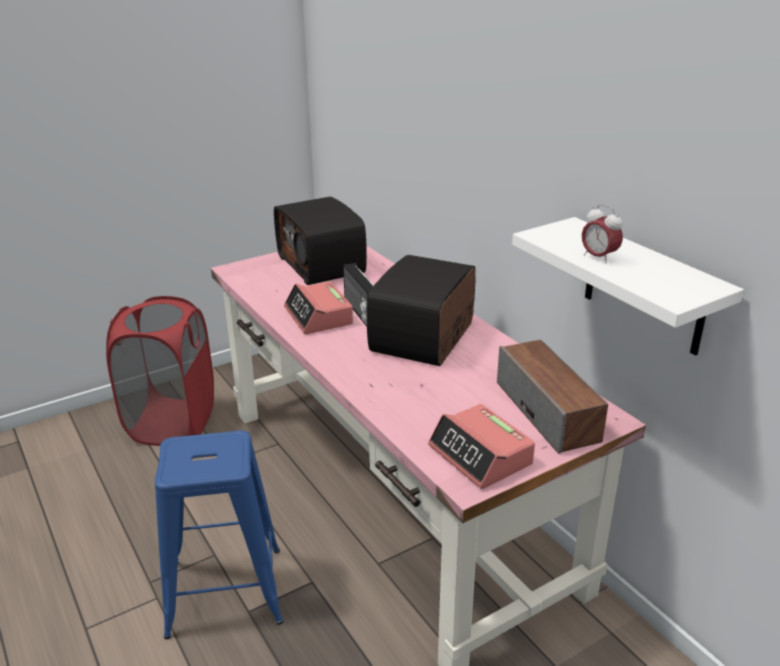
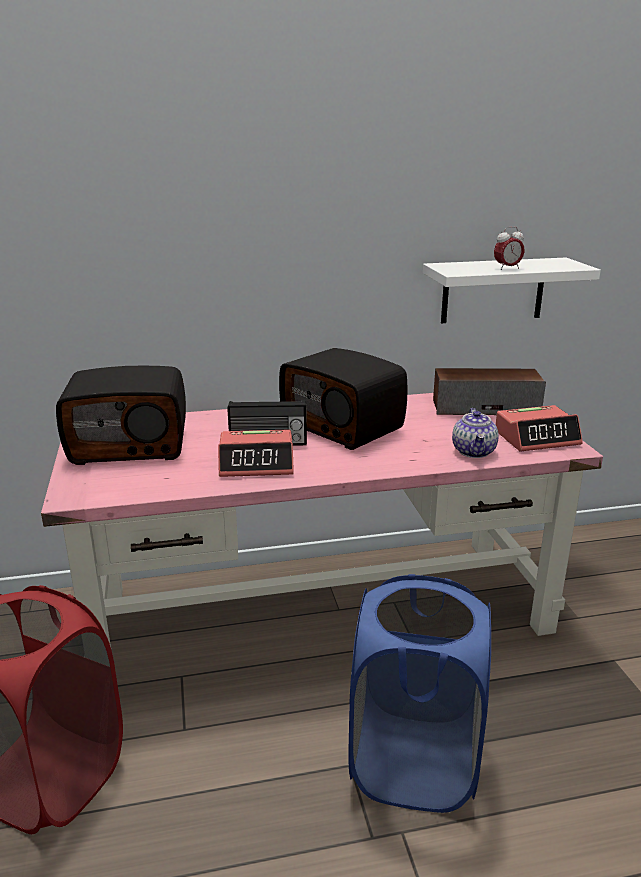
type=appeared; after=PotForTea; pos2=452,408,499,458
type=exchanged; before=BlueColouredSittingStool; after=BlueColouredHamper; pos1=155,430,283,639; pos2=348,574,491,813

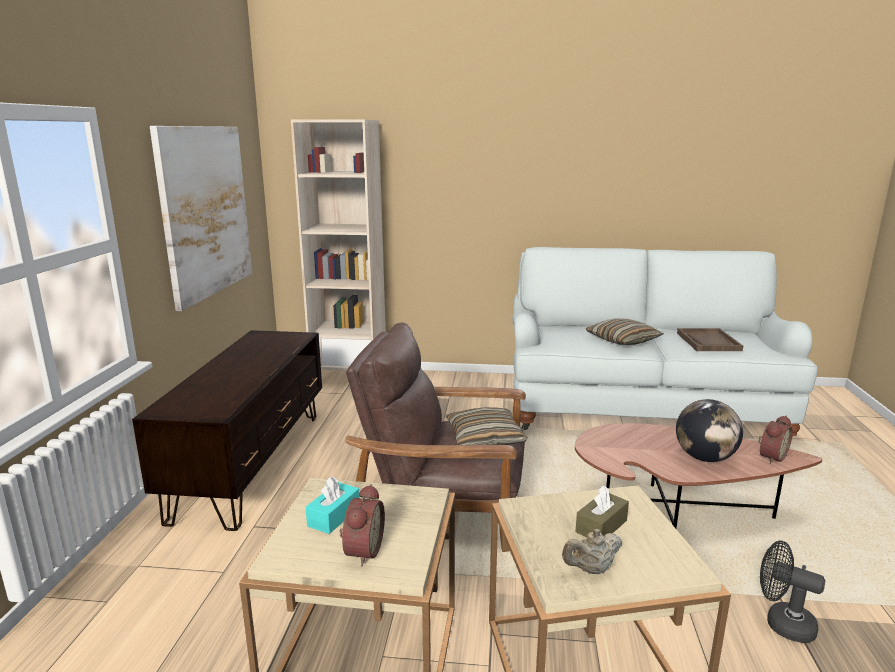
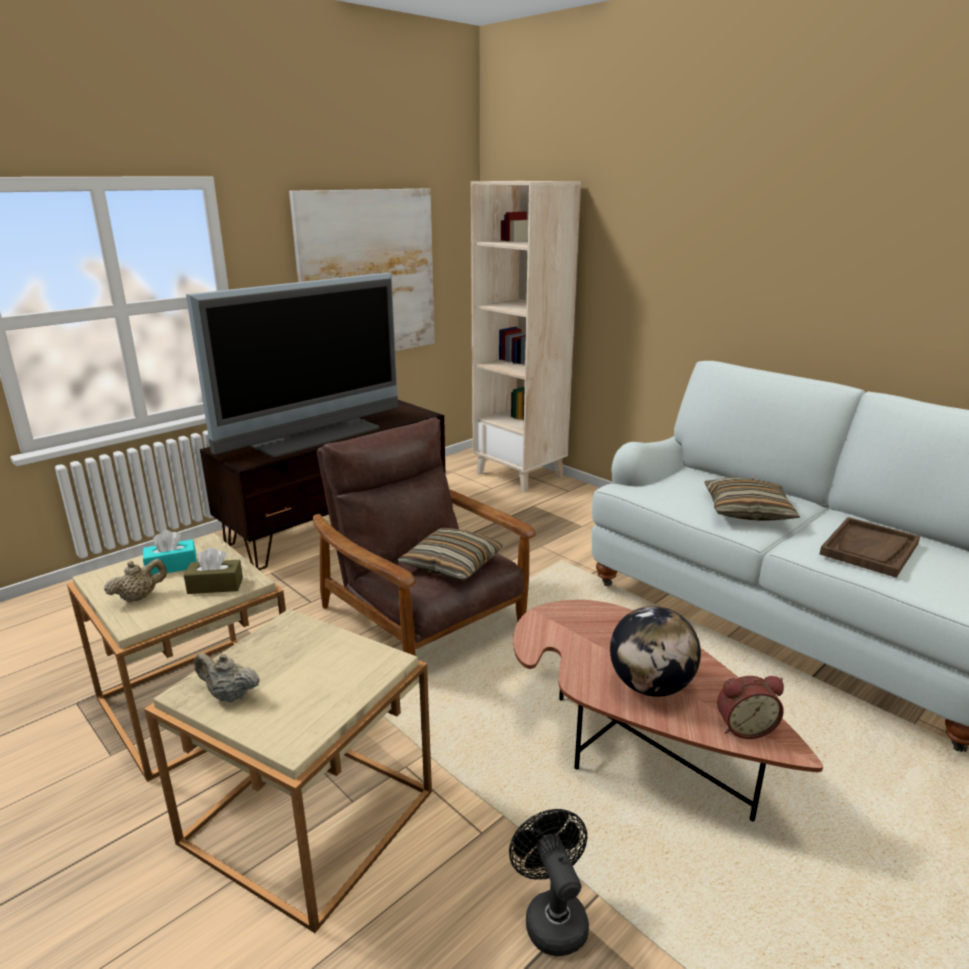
type=appeared; after=Tv; pos2=186,273,398,457
type=relocated; before=BrownishBoxOfTissues; pos1=575,485,629,538; pos2=184,548,243,594
type=exchanged; before=AlarmClock; after=SandColouredPotForTea; pos1=339,484,385,566; pos2=104,559,167,603

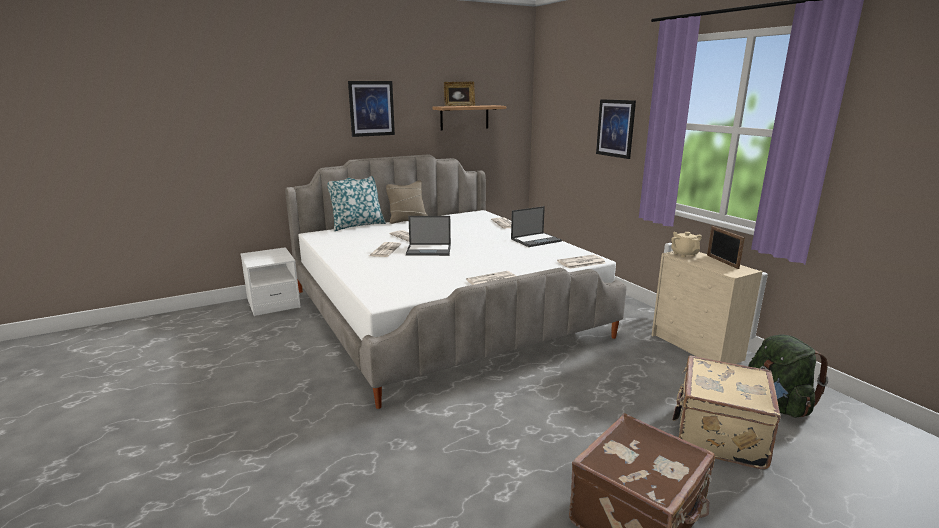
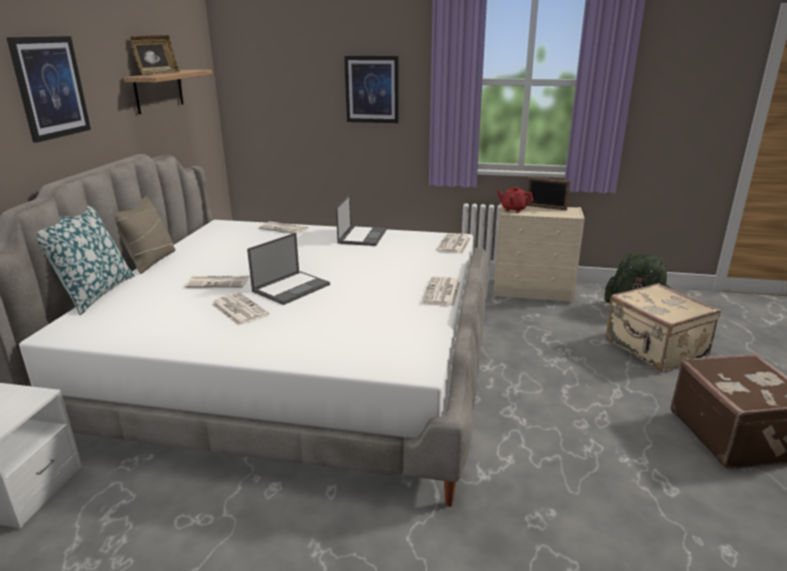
type=colour; before=SandColouredPotForTea; after=RedColouredPotForTea; pos1=671,232,702,257; pos2=497,187,533,213

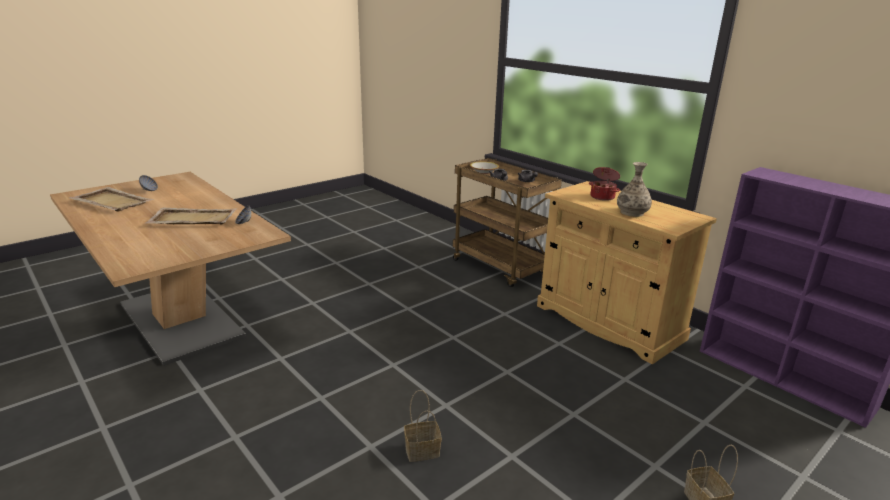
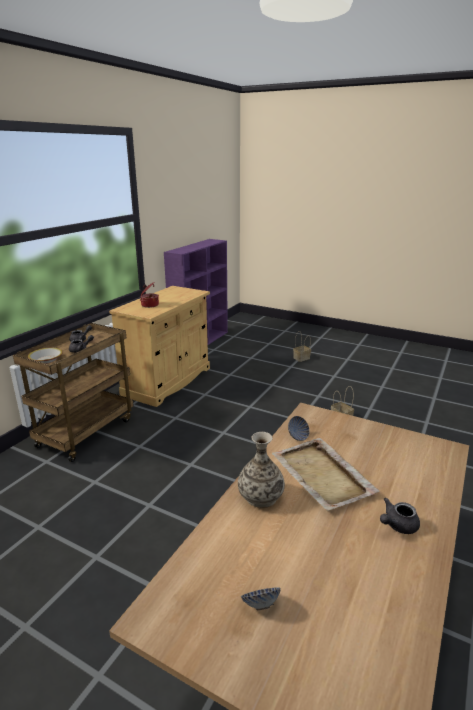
type=missing; before=SandColouredCarryingTray; pos1=69,187,154,211
type=appeared; after=GreyishPotForTea; pos2=380,498,420,534
type=relocated; before=FlowerVase; pos1=617,162,652,217; pos2=238,432,285,508

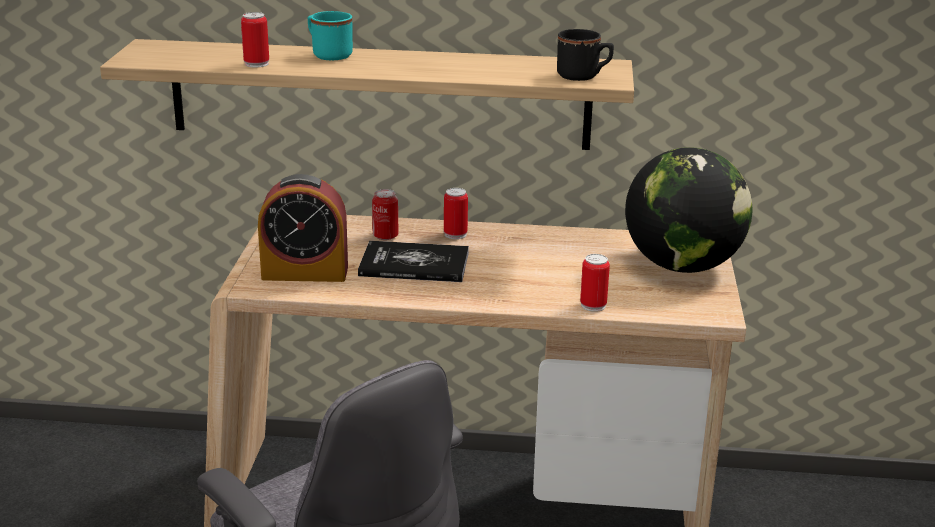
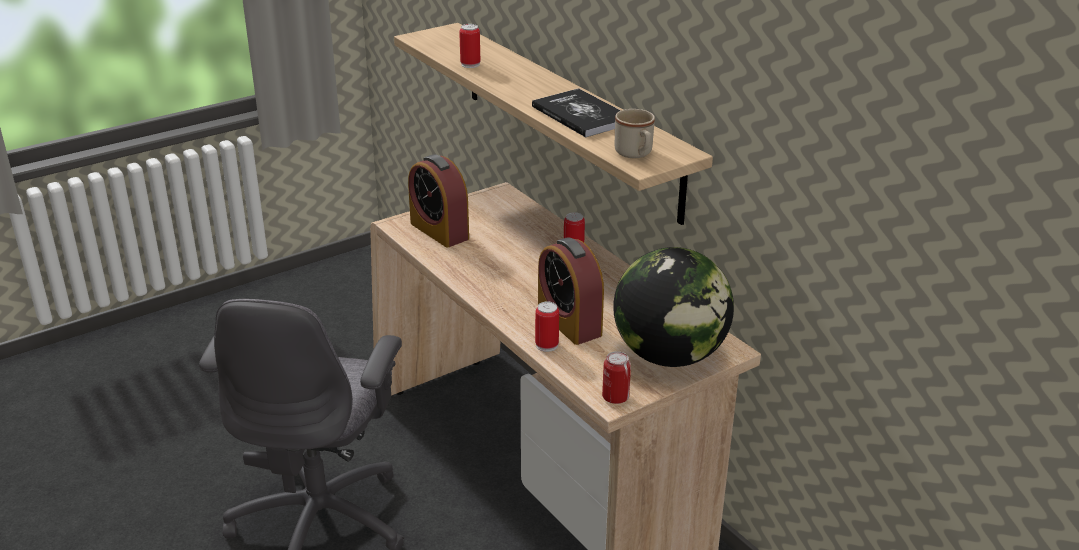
type=missing; before=TurquoiseCoffeeMug; pos1=308,11,353,60
type=appeared; after=AlarmClock; pos2=538,237,604,345
type=relocated; before=Volume; pos1=358,241,469,282; pos2=532,88,621,137
type=relocated; before=Can; pos1=372,189,399,240; pos2=602,351,631,404
type=colour; before=BlackishCoffeeMug; after=SandColouredCoffeeMug; pos1=557,29,614,81; pos2=615,109,655,158

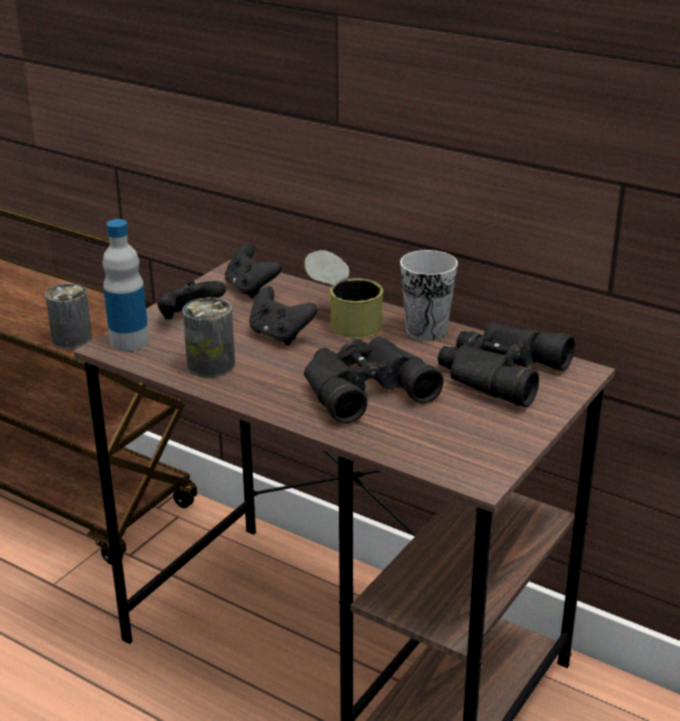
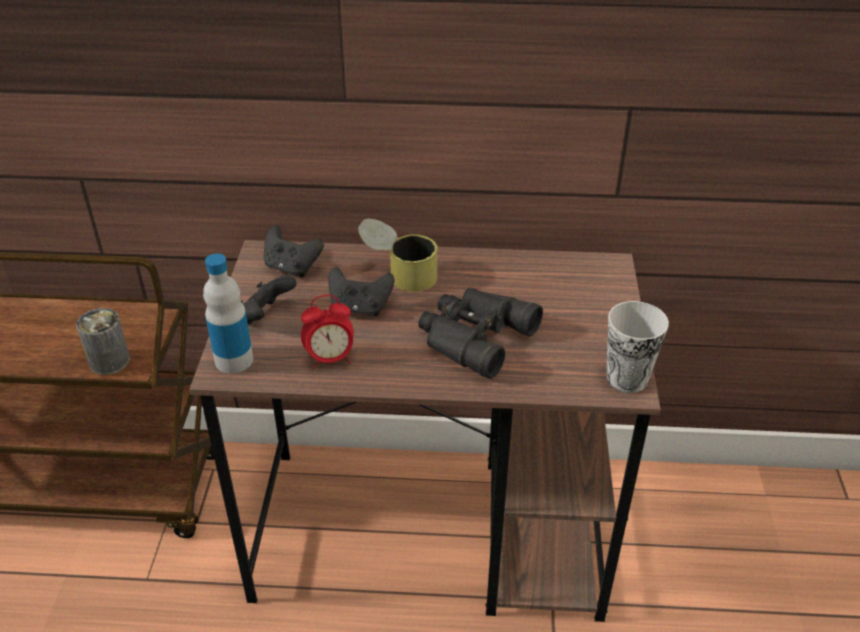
type=missing; before=BlackishFieldGlasses; pos1=438,321,575,407
type=relocated; before=Cup; pos1=400,250,458,341; pos2=606,301,669,393
type=exchanged; before=Can; after=AlarmClock; pos1=183,297,235,378; pos2=301,295,354,370

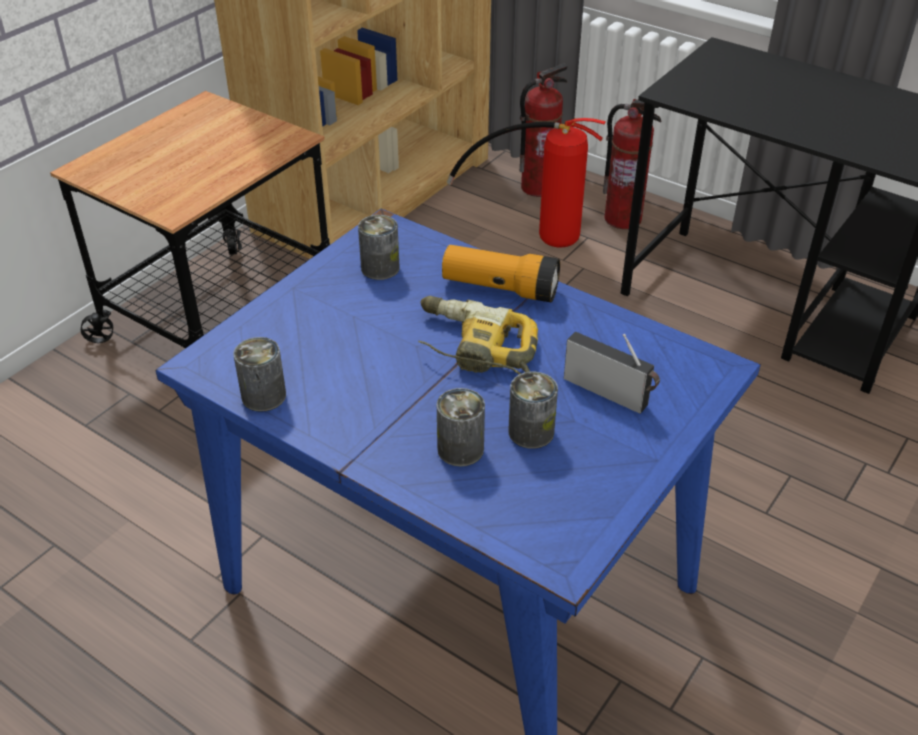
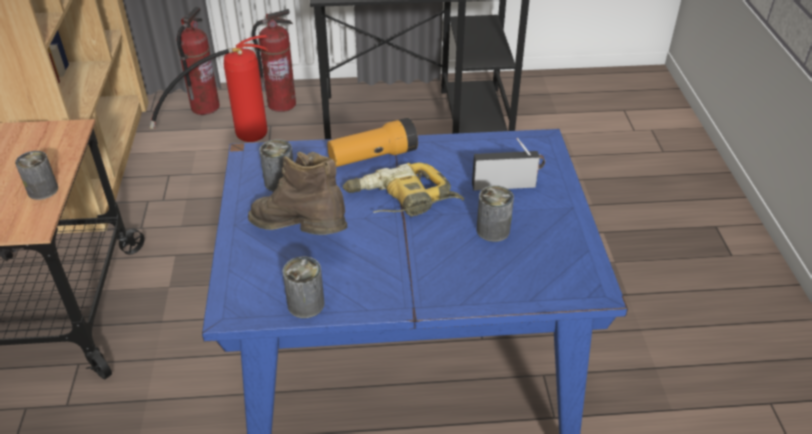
type=appeared; after=BrownishTallBoot; pos2=248,152,347,235
type=relocated; before=Can; pos1=437,388,485,466; pos2=15,151,58,200

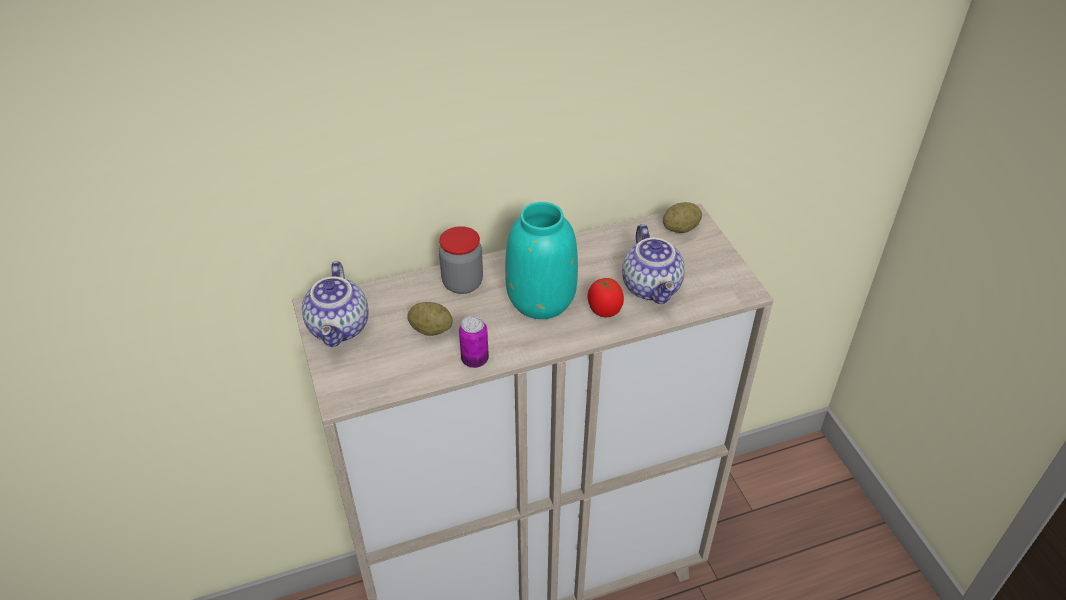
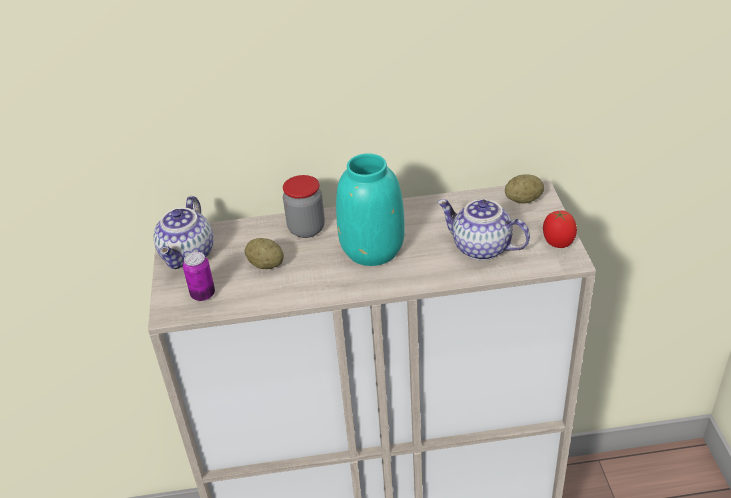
type=relocated; before=Can; pos1=459,316,489,368; pos2=183,252,215,301
type=relocated; before=WholeTomato; pos1=588,278,624,317; pos2=543,211,577,248
type=spun; before=PotForTea; pos1=622,224,685,304; pos2=437,199,530,260; turn=120

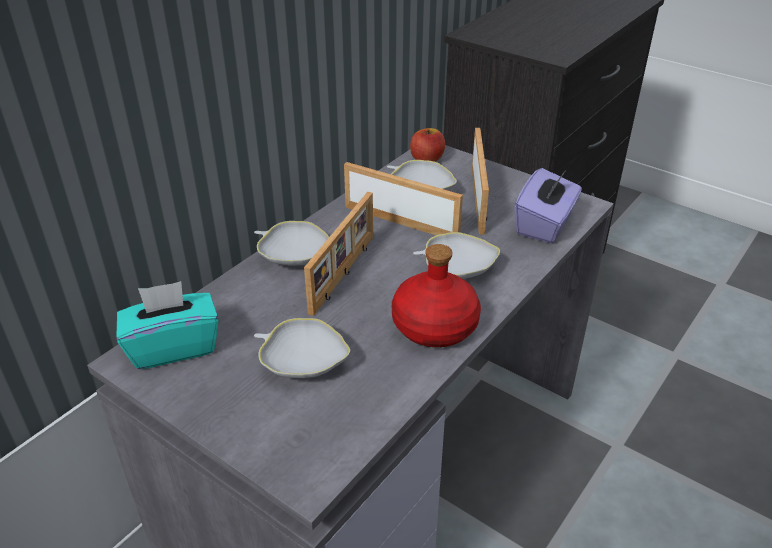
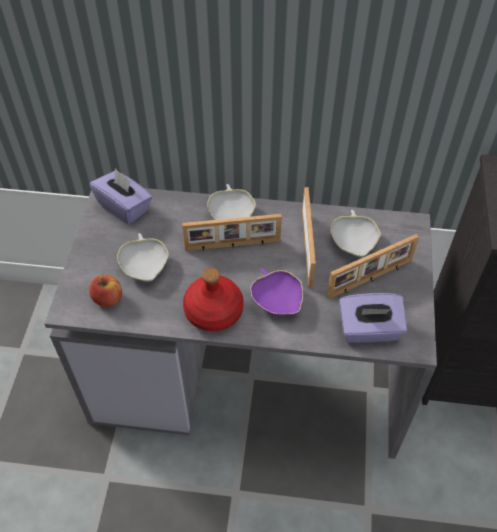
type=relocated; before=AppleFruit; pos1=410,128,445,162; pos2=89,275,122,307
type=colour; before=TurquoiseBoxOfTissues; after=PurpleColouredBoxOfTissues; pos1=116,281,219,369; pos2=89,168,152,225
type=colour; before=WhiteServingBowl; after=PurpleColouredServingBowl; pos1=413,232,500,279; pos2=250,268,303,315

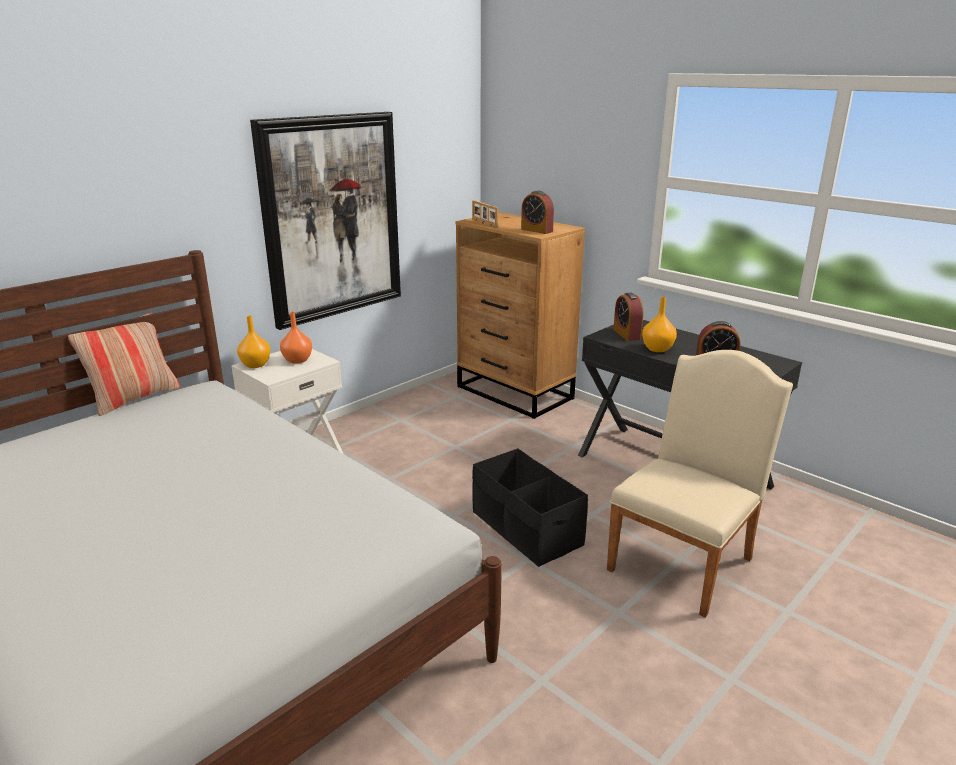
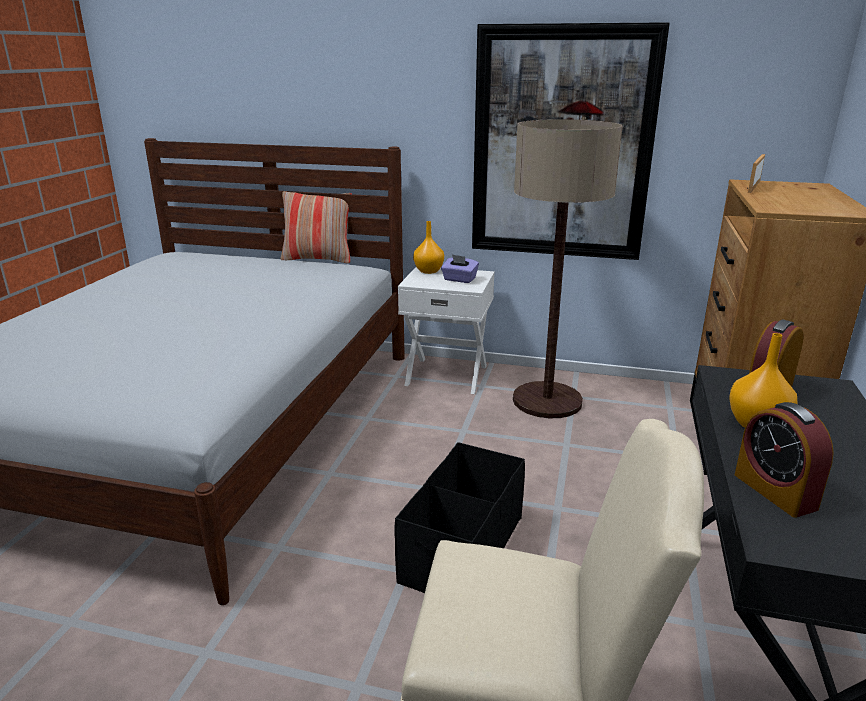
type=missing; before=AlarmClock; pos1=521,191,554,234
type=appeared; after=FloorLamp; pos2=513,119,623,418
type=exchanged; before=OrangeyFlowerVase; after=PurpleColouredBoxOfTissues; pos1=280,312,312,364; pos2=441,254,479,283

